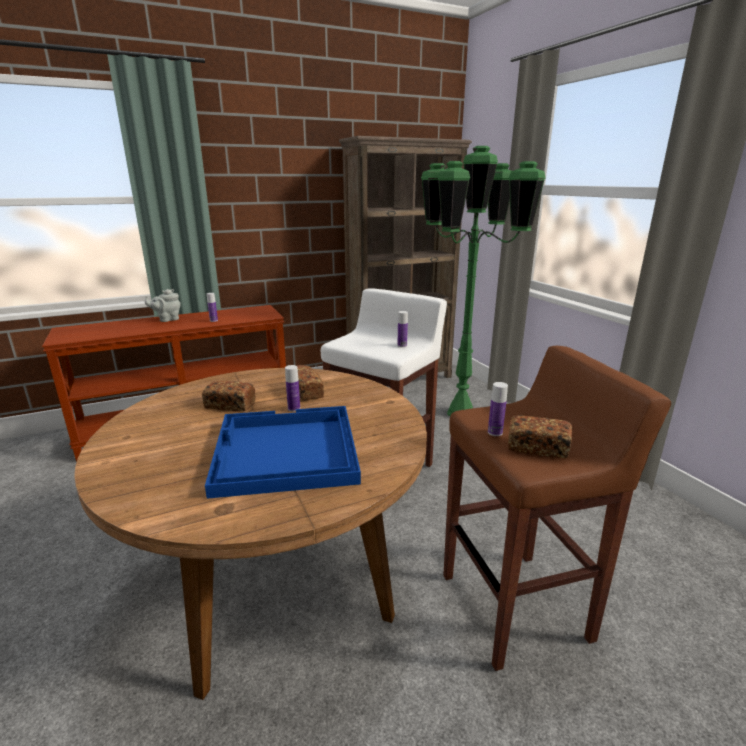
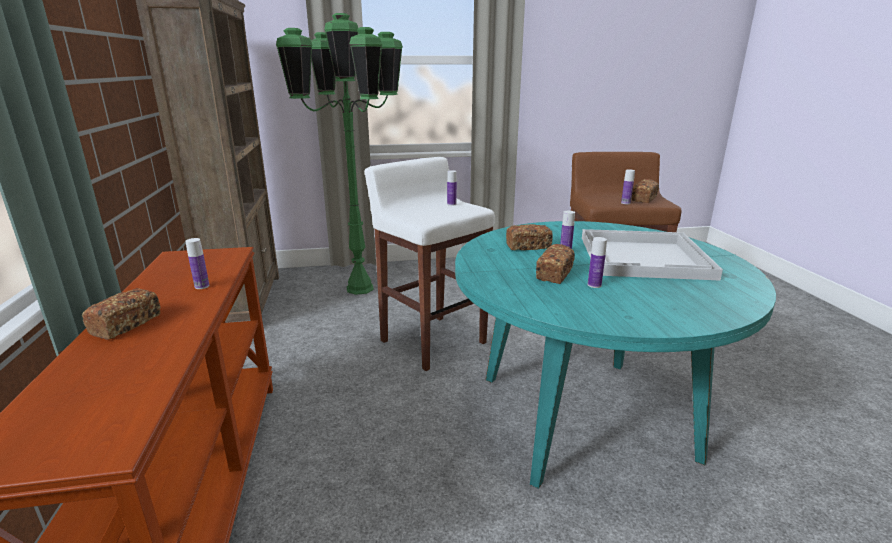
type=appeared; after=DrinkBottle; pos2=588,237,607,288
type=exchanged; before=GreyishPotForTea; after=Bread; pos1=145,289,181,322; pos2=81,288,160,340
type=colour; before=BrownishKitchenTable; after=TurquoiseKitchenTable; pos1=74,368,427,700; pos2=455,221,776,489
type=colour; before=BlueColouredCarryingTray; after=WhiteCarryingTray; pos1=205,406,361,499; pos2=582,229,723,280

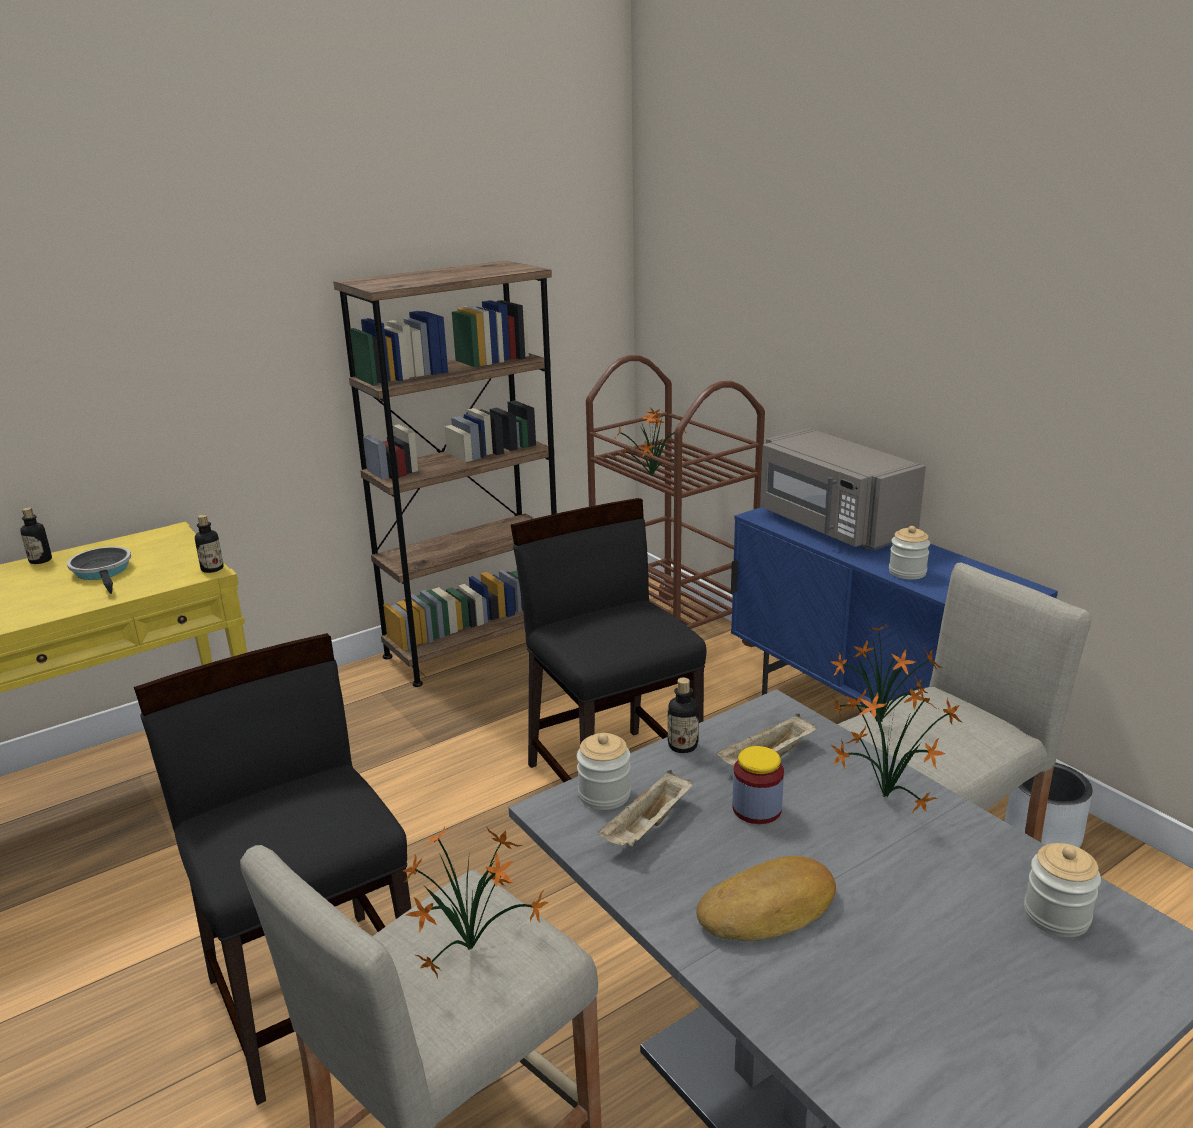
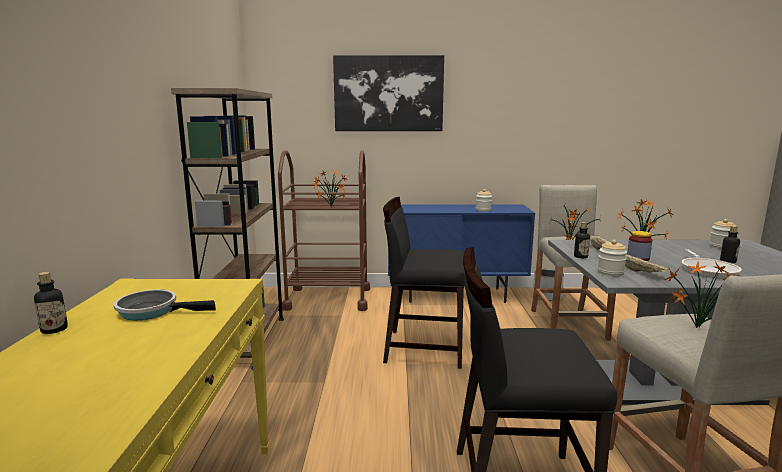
type=missing; before=GreyishMicrowave; pos1=760,428,926,550
type=appeared; after=WallPicture; pos2=333,55,444,131
type=relocated; before=DrinkBottle; pos1=195,514,223,573; pos2=720,226,740,263
type=exchanged; before=Bread; after=FryingPan; pos1=696,856,836,941; pos2=682,249,742,278

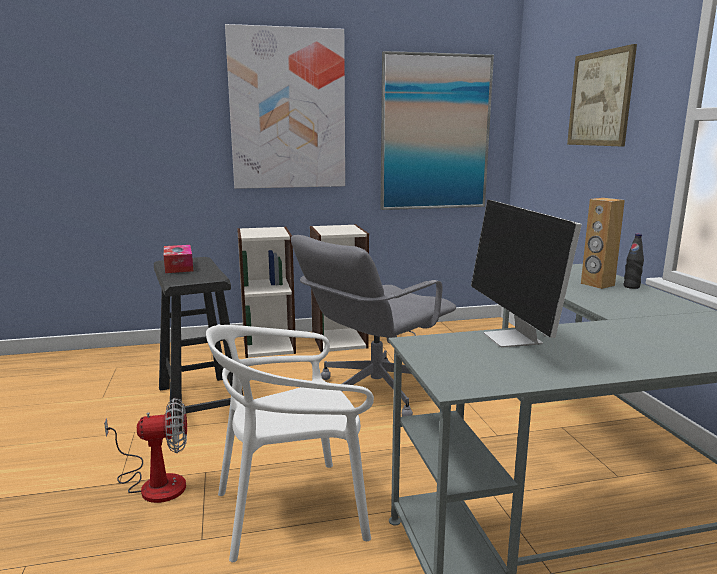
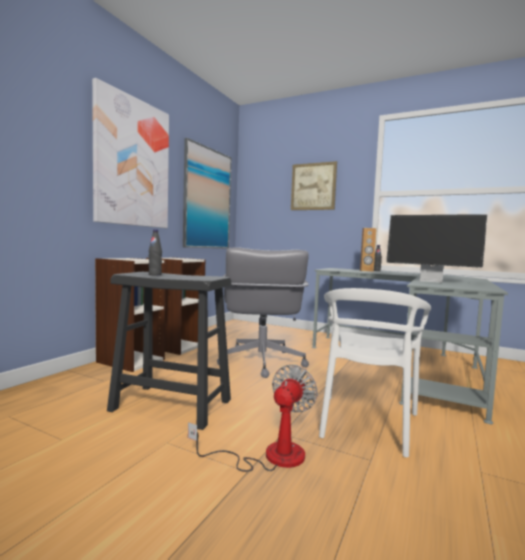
type=exchanged; before=BoxOfTissues; after=BlackishDrinkBottle; pos1=164,245,193,273; pos2=149,229,162,275

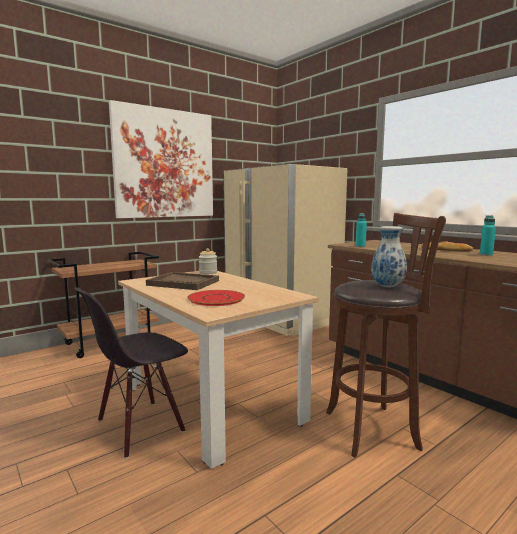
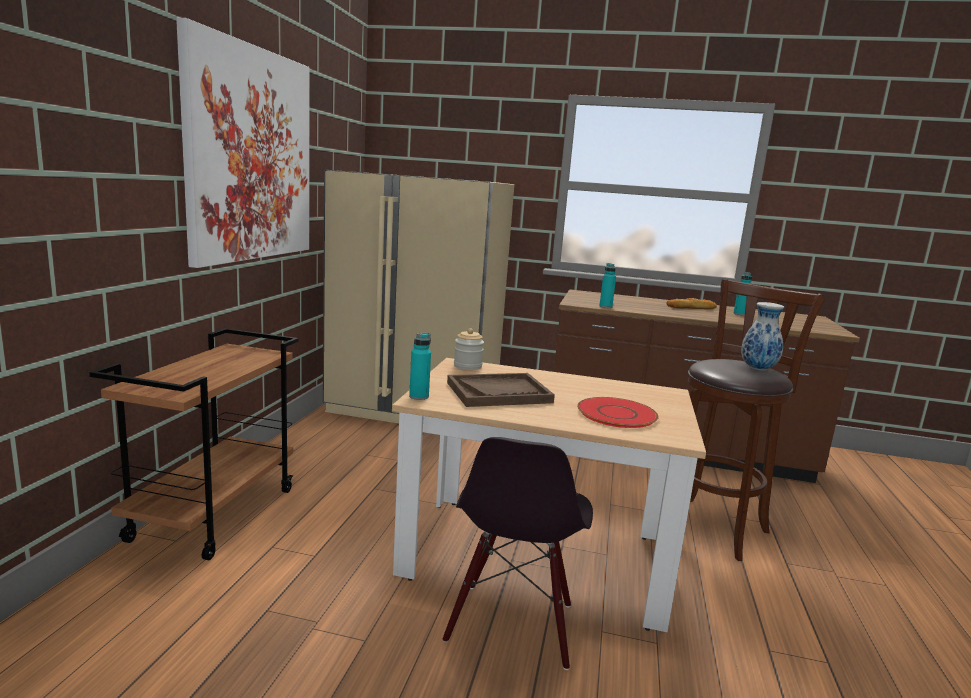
type=appeared; after=TurquoiseDrinkBottle; pos2=409,333,431,400

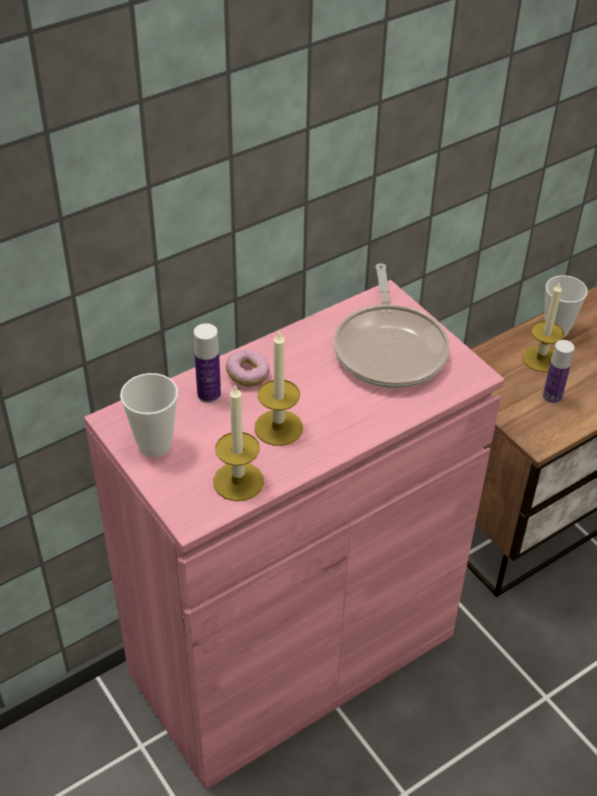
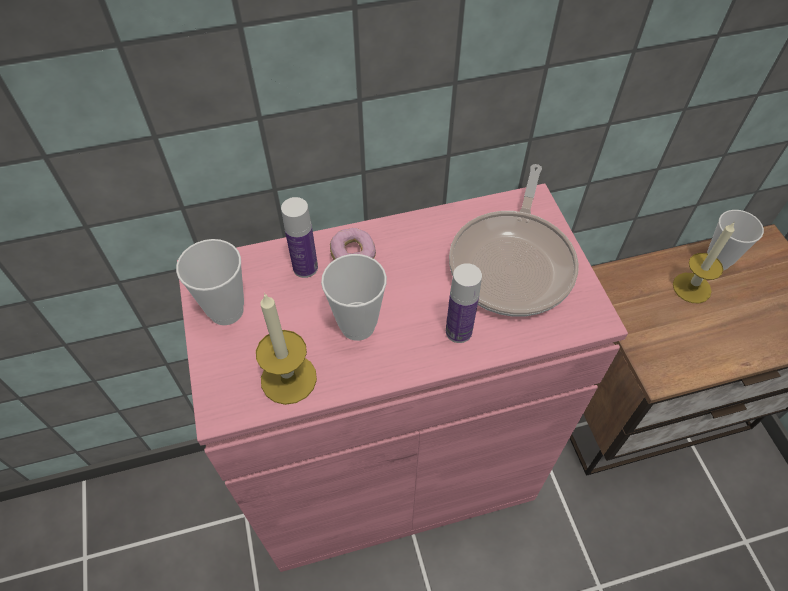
type=relocated; before=DrinkBottle; pos1=543,340,575,404; pos2=446,263,482,343
type=exchanged; before=WaxLight; after=Cup; pos1=255,332,303,446; pos2=321,254,387,341

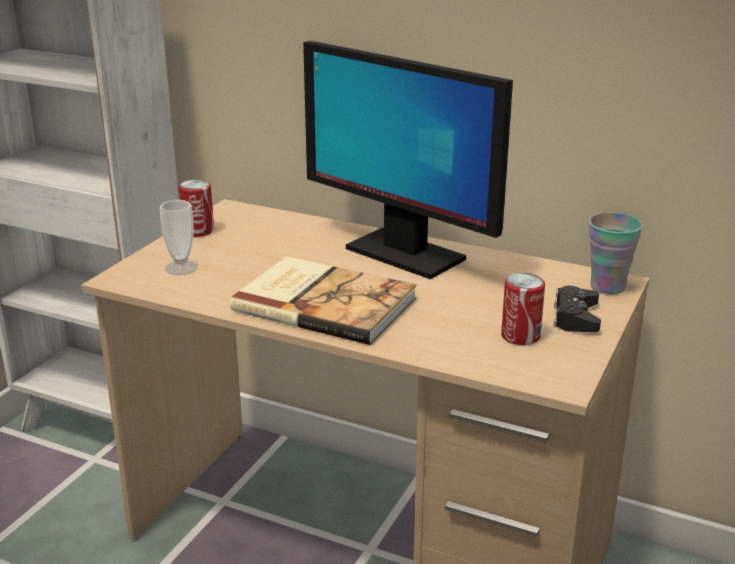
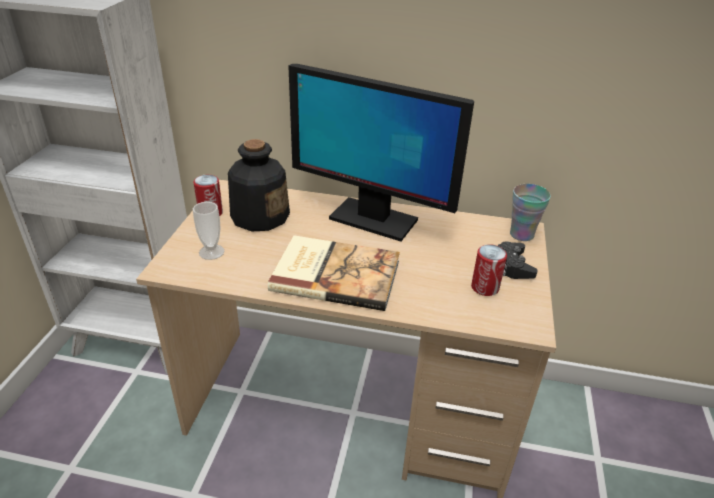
type=appeared; after=DrinkBottle; pos2=228,139,290,231

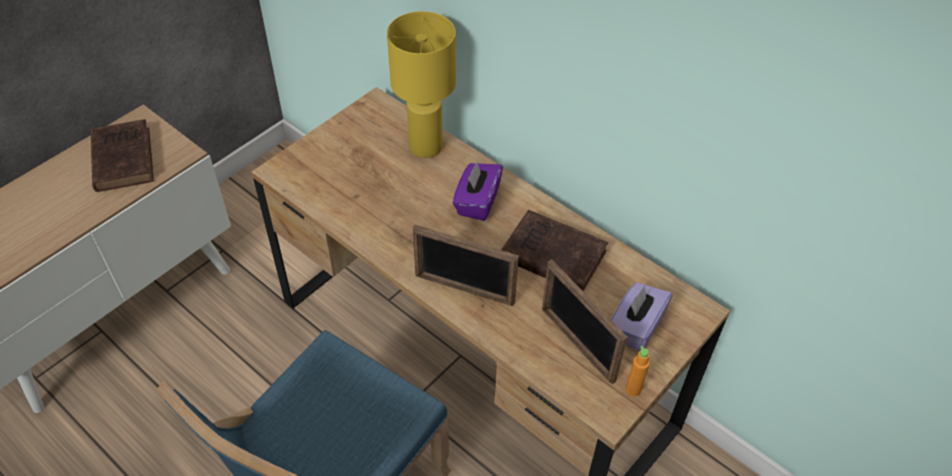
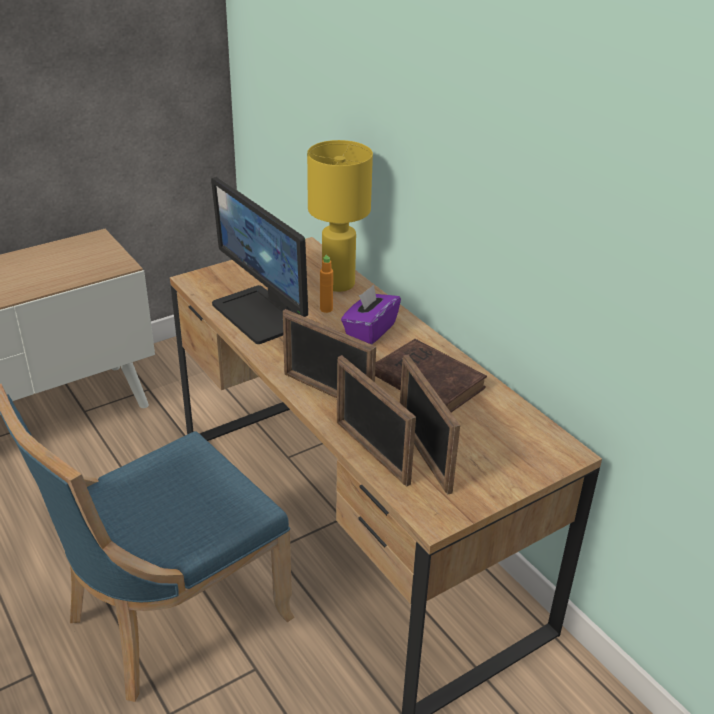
type=missing; before=BrownishVolume; pos1=91,119,154,192
type=missing; before=PurpleColouredBoxOfTissues; pos1=611,283,672,351
type=appeared; after=ComputerScreen; pos2=211,177,308,344
type=appeared; after=PhotoFrame; pos2=337,355,416,486
type=relocated; before=OrangeyDrinkBottle; pos1=626,346,650,397; pos2=320,255,333,313

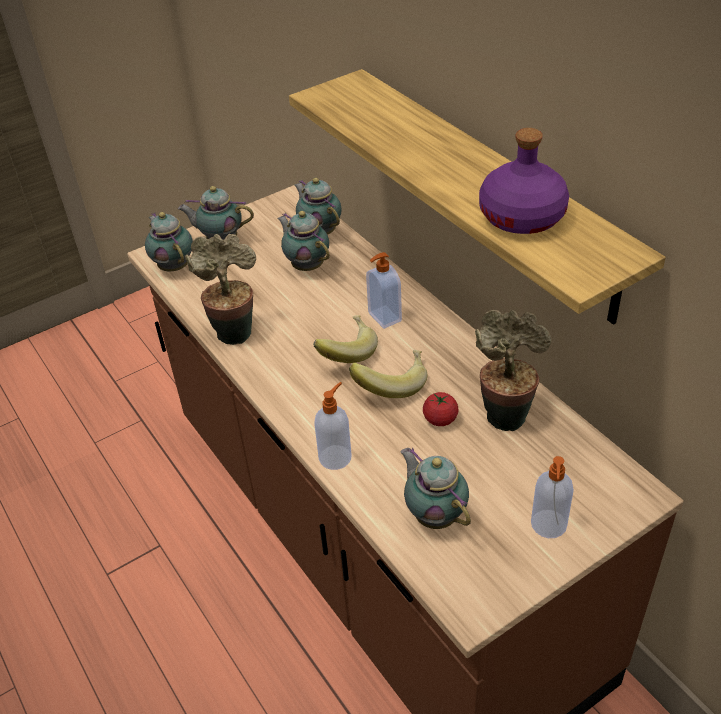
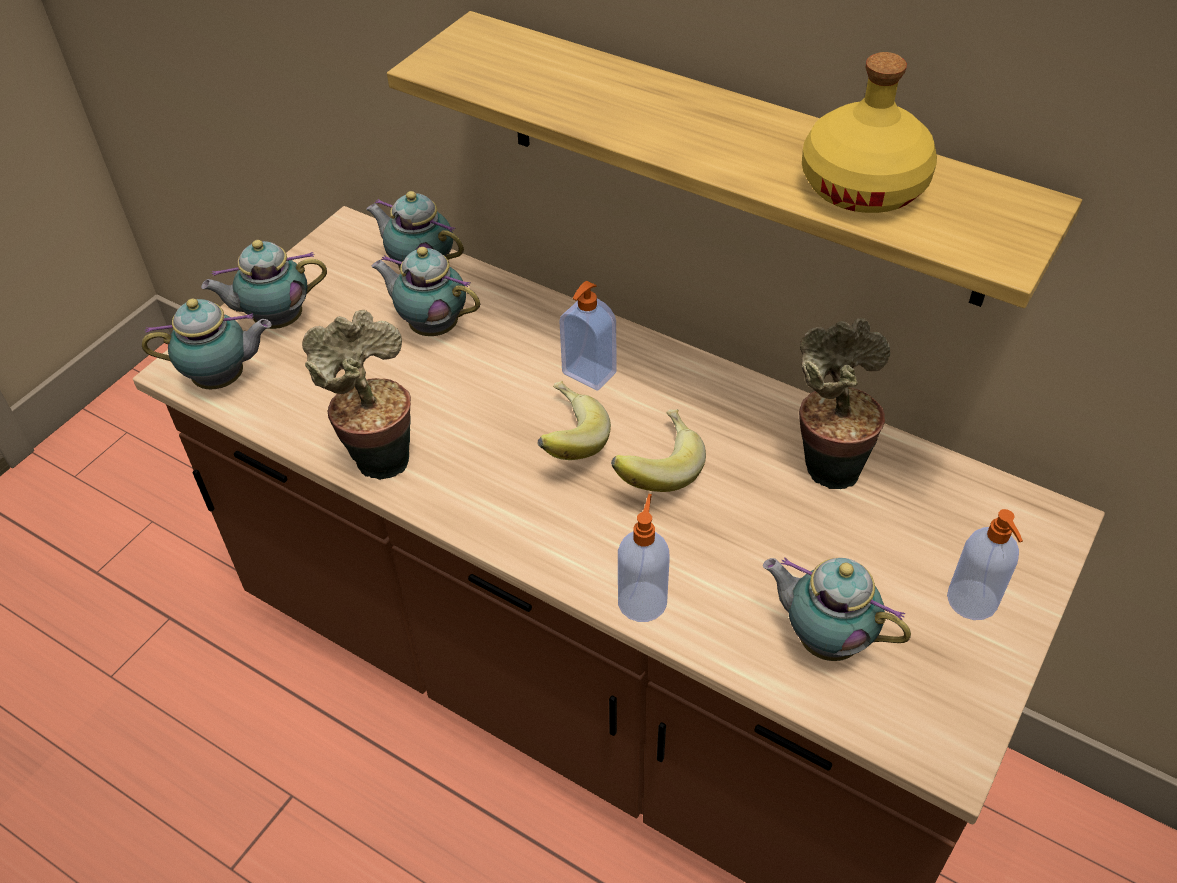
type=missing; before=WholeTomato; pos1=423,392,458,426
type=colour; before=PurpleColouredDrinkBottle; after=YellowColouredDrinkBottle; pos1=479,128,569,234; pos2=802,52,937,213
type=spun; before=PotForTea; pos1=145,212,193,271; pos2=142,299,272,389; turn=135

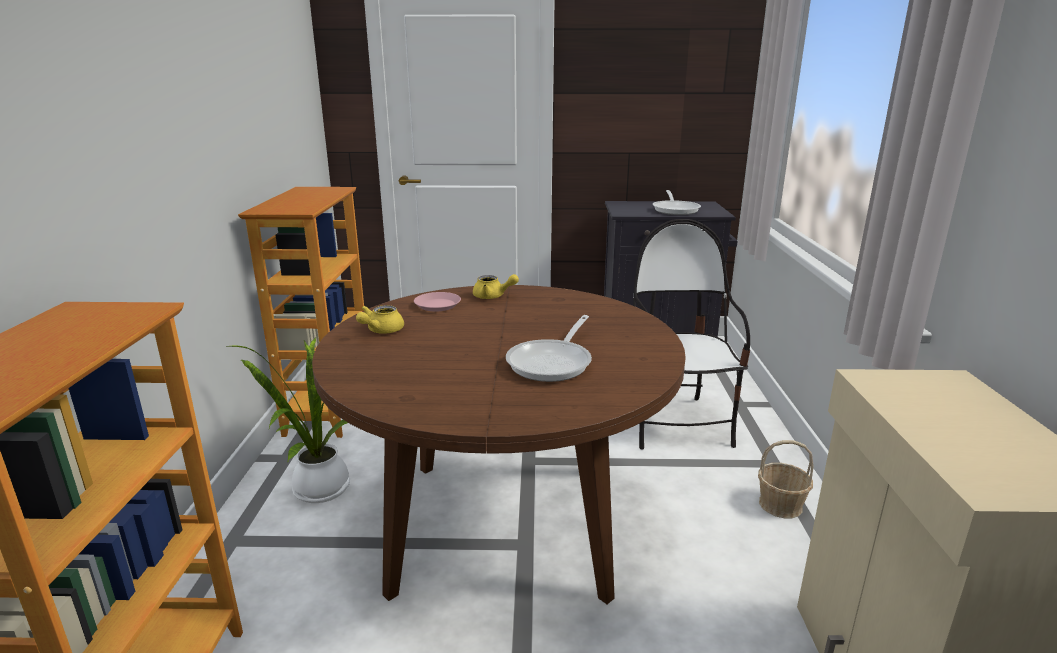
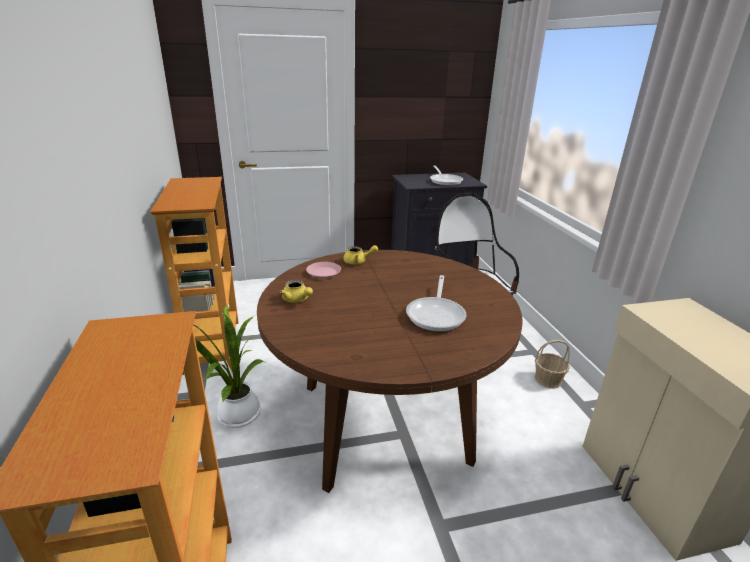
type=spun; before=YellowColouredPotForTea; pos1=356,305,404,334; pos2=280,280,313,303; turn=-60

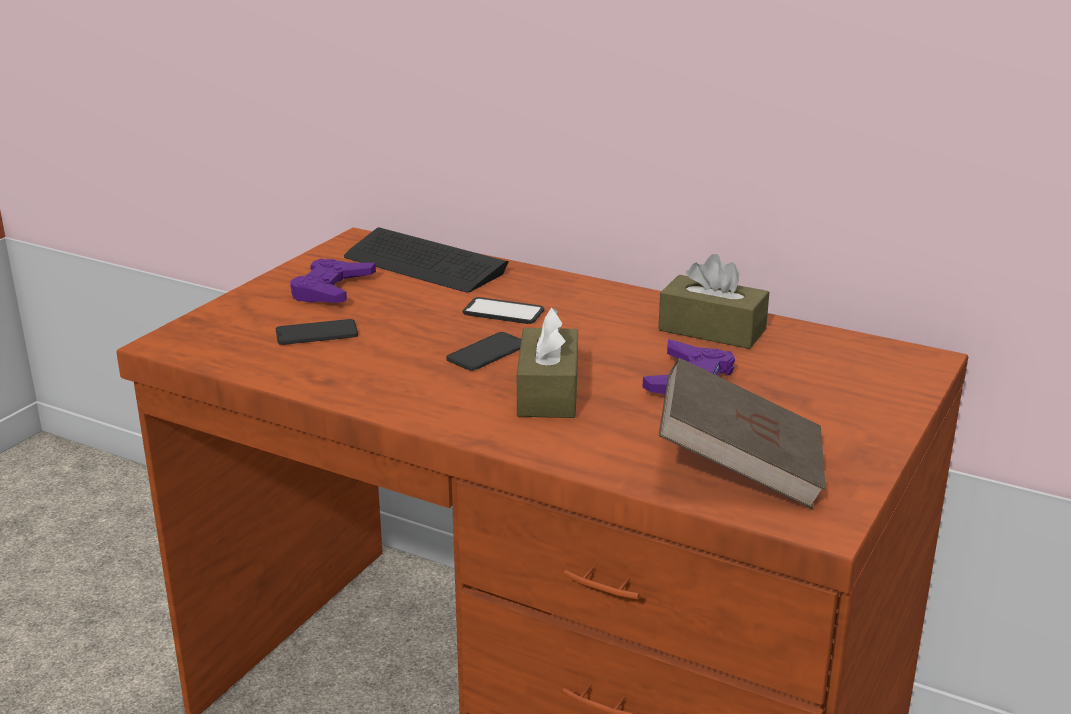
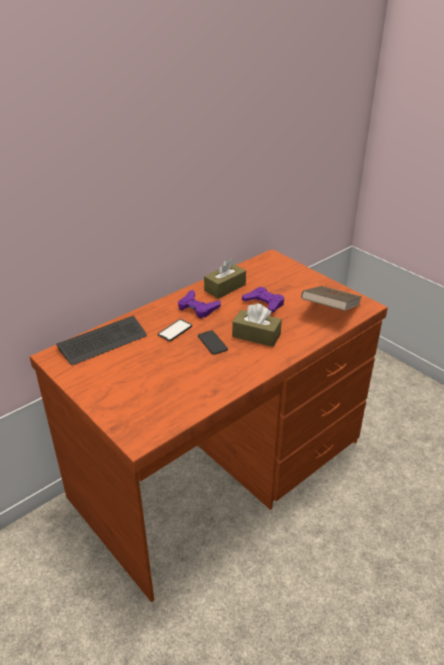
type=missing; before=Telephone; pos1=276,319,358,345
type=relocated; before=PurpleColouredJoypad; pos1=290,258,376,303; pos2=178,290,221,318

